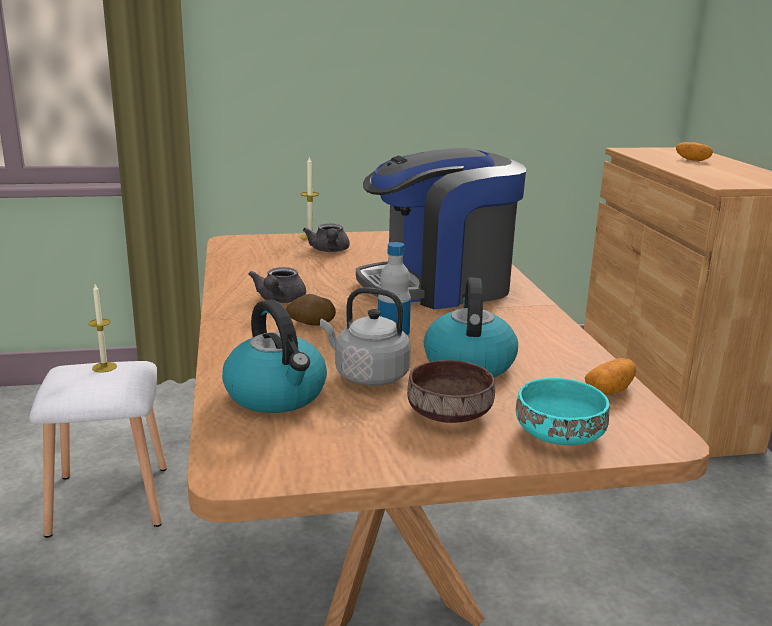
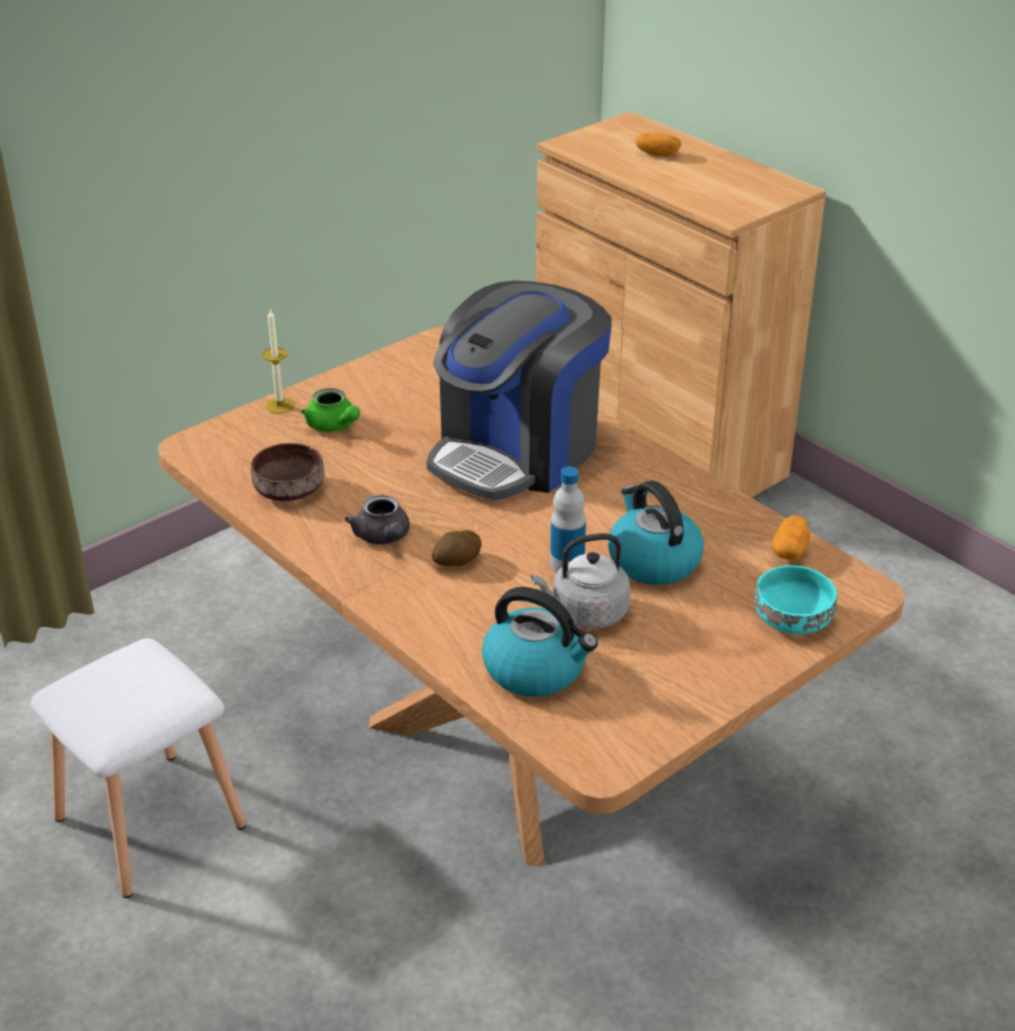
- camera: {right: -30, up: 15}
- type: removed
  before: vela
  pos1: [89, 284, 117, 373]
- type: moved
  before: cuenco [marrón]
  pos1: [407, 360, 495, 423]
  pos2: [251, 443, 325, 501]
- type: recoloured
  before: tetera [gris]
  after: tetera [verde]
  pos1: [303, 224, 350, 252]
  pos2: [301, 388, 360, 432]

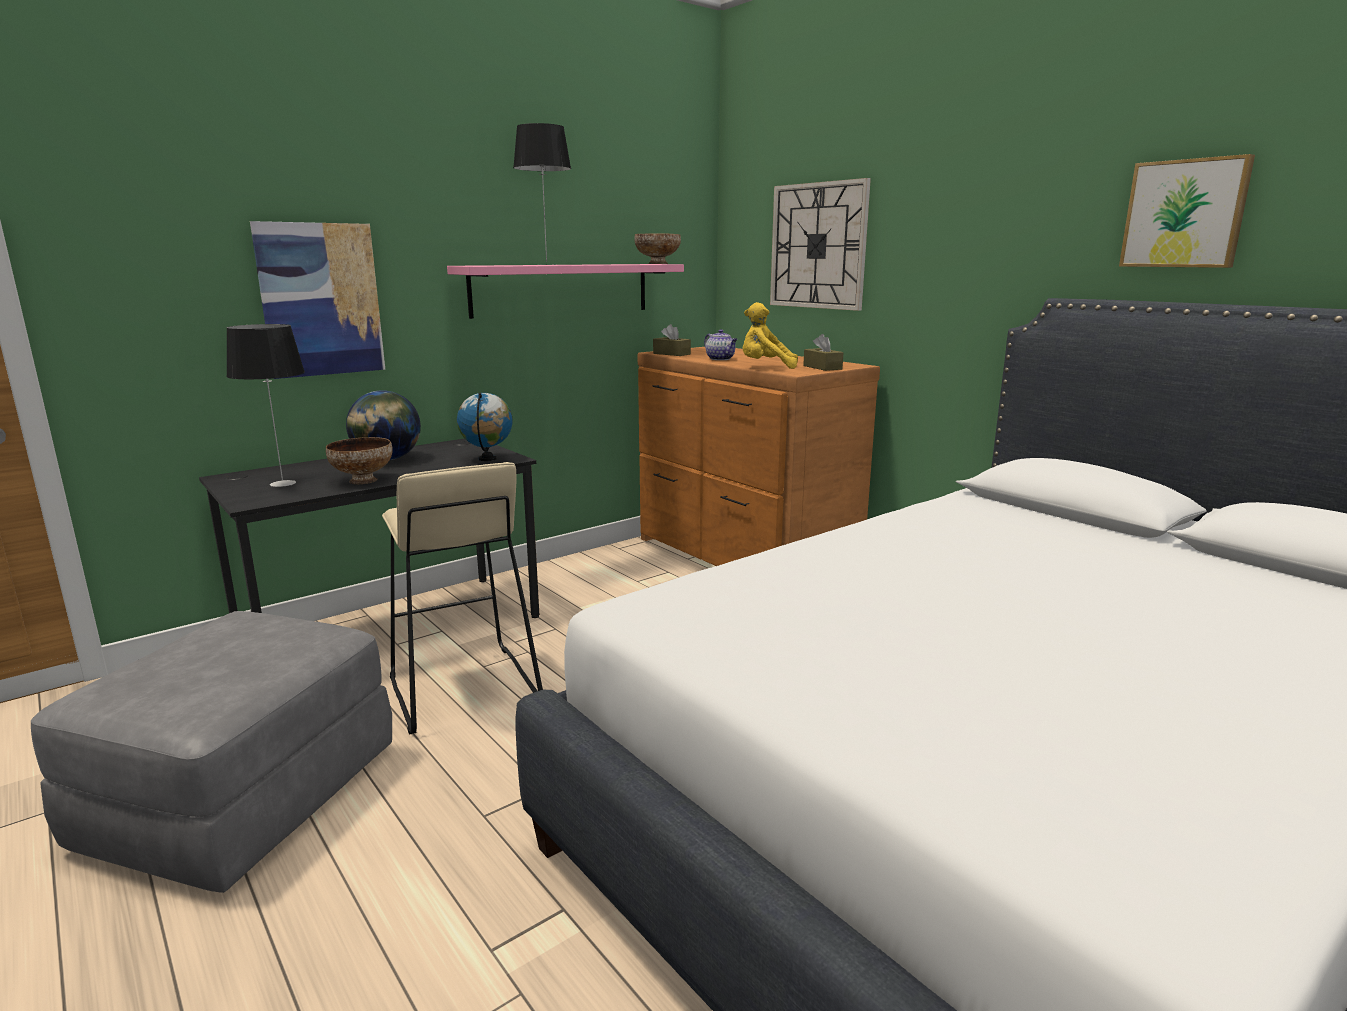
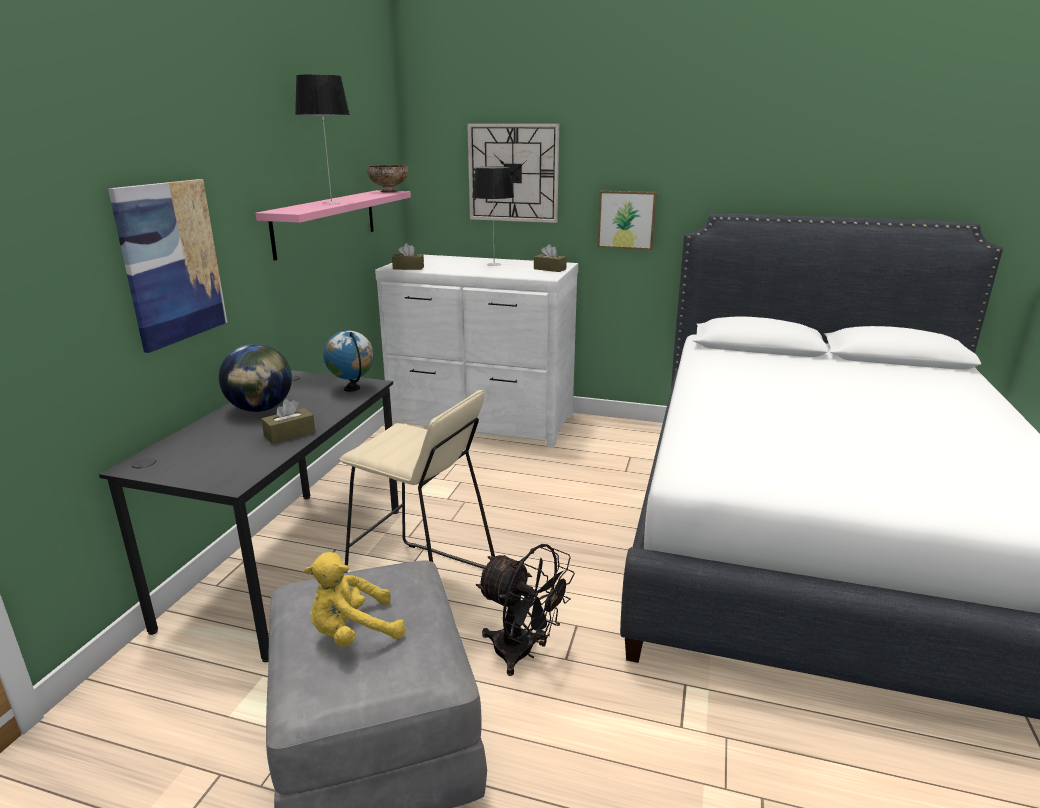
- camera: {right: -35, up: 5}
- type: removed
  before: tetera
  pos1: [704, 329, 738, 360]
- type: added
  after: ventilador [negro]
  pos2: [476, 544, 575, 676]
- type: moved
  before: lámpara de mesa
  pos1: [226, 324, 305, 487]
  pos2: [472, 166, 514, 266]
- type: moved
  before: peluche [amarillo]
  pos1: [743, 302, 798, 369]
  pos2: [304, 552, 405, 647]
- type: moved
  before: cuadro
  pos1: [1119, 154, 1255, 268]
  pos2: [597, 190, 657, 250]
- type: replaced
  before: cuenco
  after: caja de pañuelos [marrón]
  pos1: [326, 437, 393, 484]
  pos2: [261, 399, 315, 444]
- type: recoloured
  before: cómoda [marrón]
  after: cómoda [blanco]
  pos1: [638, 347, 880, 566]
  pos2: [375, 255, 578, 448]

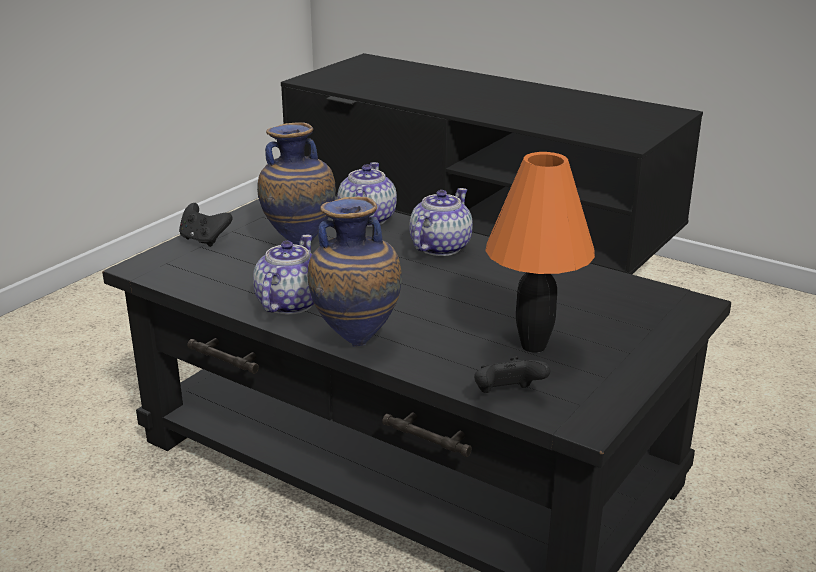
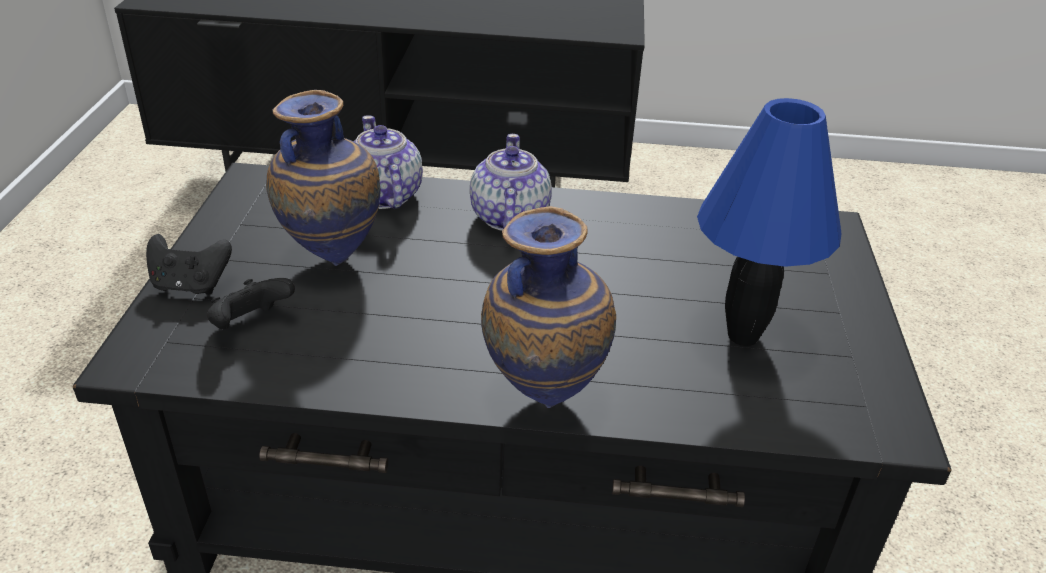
- camera: {right: -30, up: 10}
- type: removed
  before: tetera
  pos1: [253, 235, 314, 314]
- type: moved
  before: mando de consola [negro]
  pos1: [474, 357, 550, 393]
  pos2: [207, 278, 295, 329]
- type: recoloured
  before: lámpara de mesa [naranja]
  after: lámpara de mesa [azul]
  pos1: [485, 152, 595, 353]
  pos2: [697, 98, 842, 346]

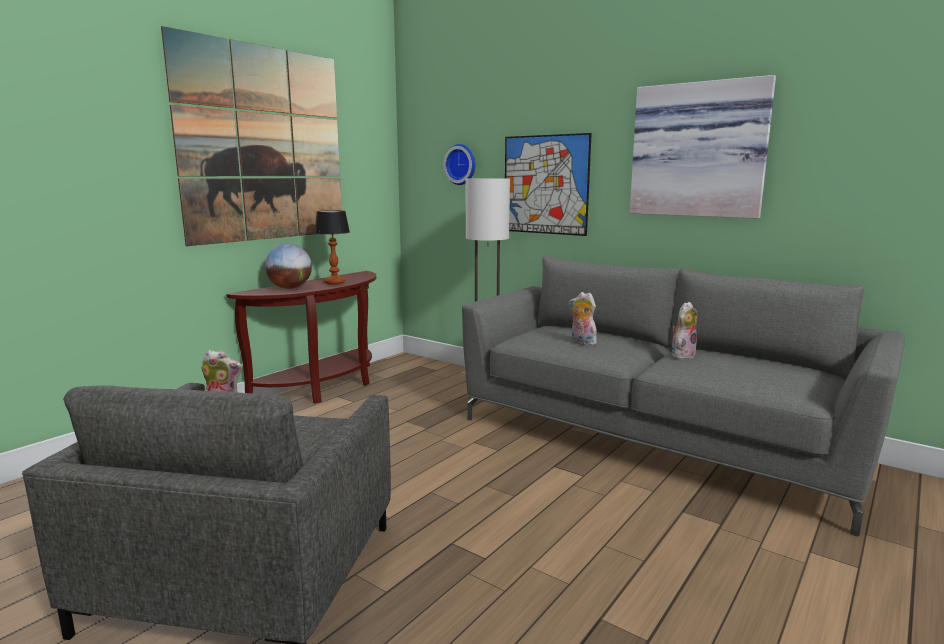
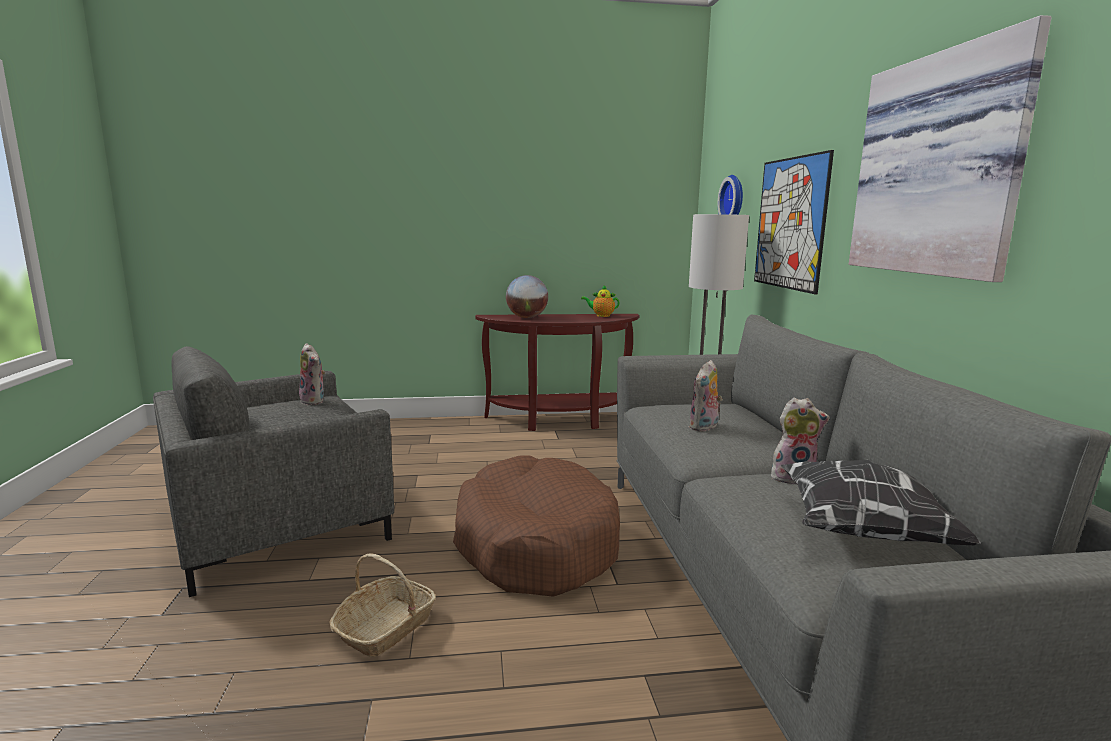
- camera: {right: 45, up: 0}
- type: removed
  before: cuadro
  pos1: [161, 26, 342, 246]
- type: removed
  before: lámpara de mesa
  pos1: [314, 210, 350, 284]
- type: added
  after: cesta
  pos2: [329, 553, 436, 657]
- type: added
  after: cama para perro [marrón]
  pos2: [453, 455, 620, 597]
- type: added
  after: tetera
  pos2: [581, 285, 620, 317]
- type: added
  after: cojín
  pos2: [781, 460, 981, 545]
- type: turned
  before: peluche
  pos1: [569, 292, 597, 345]
  pos2: [689, 360, 723, 432]
  turn: -135

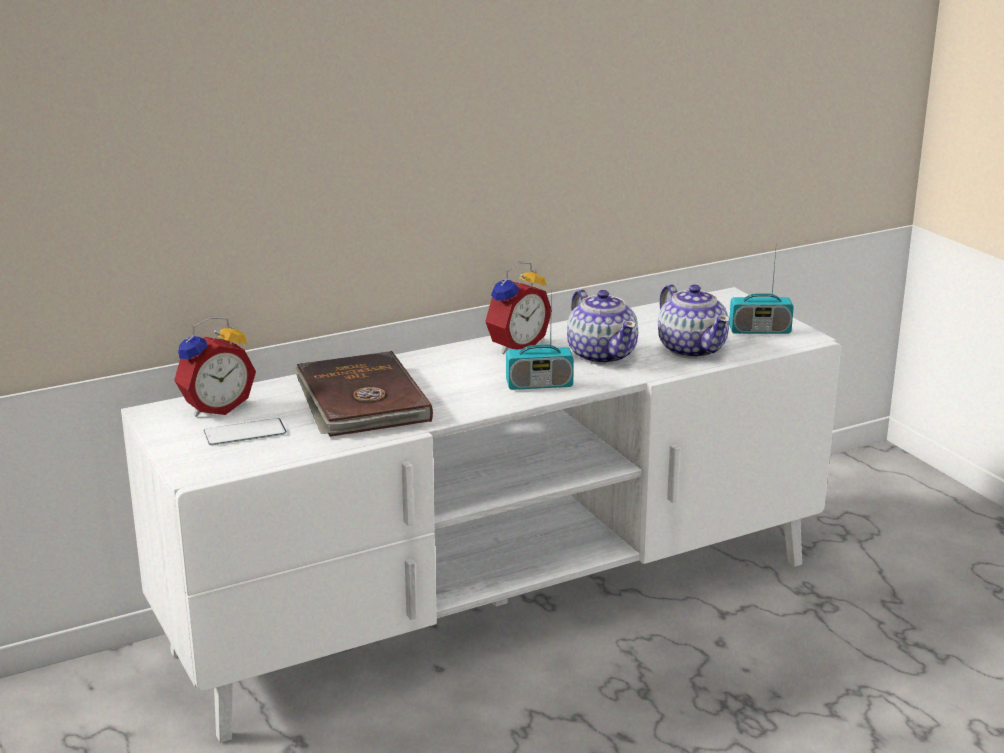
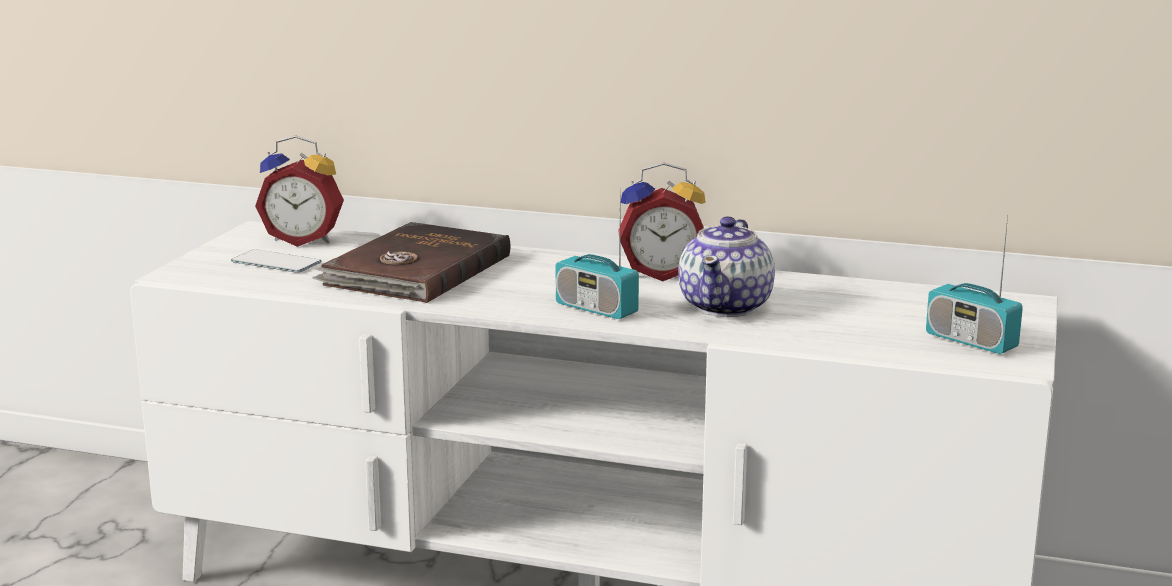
- camera: {right: 45, up: -5}
- type: removed
  before: tetera
  pos1: [658, 284, 730, 359]

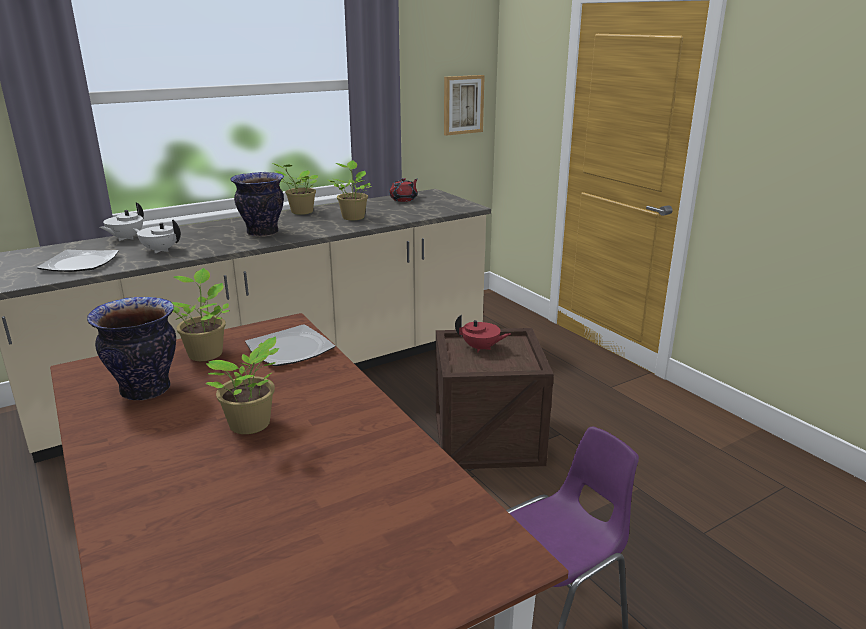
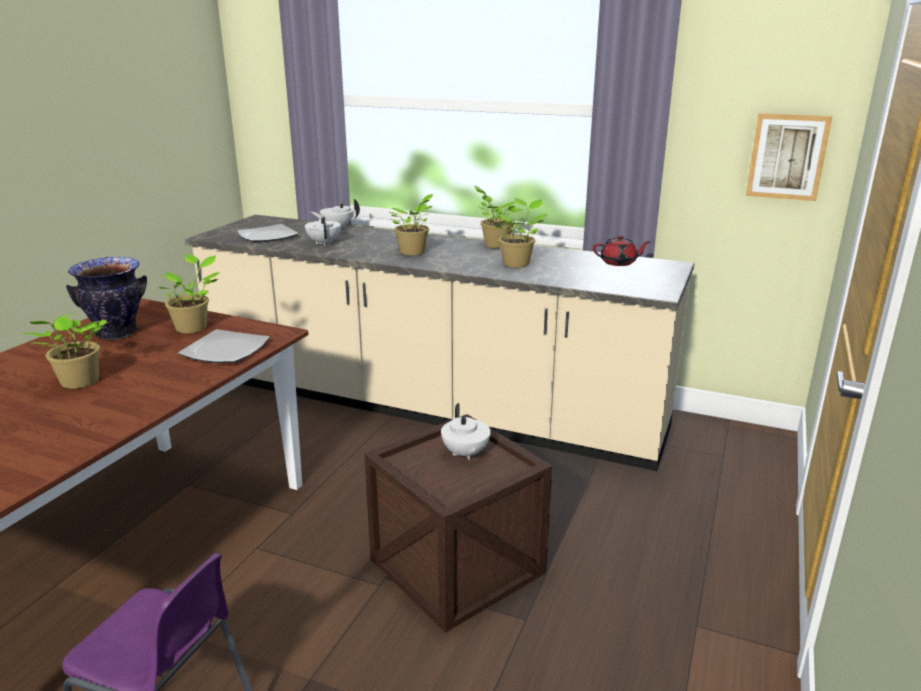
- camera: {right: 55, up: 0}
- type: replaced
  before: florero
  after: planta en maceta
  pos1: [230, 172, 284, 237]
  pos2: [390, 194, 433, 256]
- type: recoloured
  before: tetera [rojo]
  after: tetera [blanco]
  pos1: [455, 314, 510, 353]
  pos2: [441, 403, 491, 460]

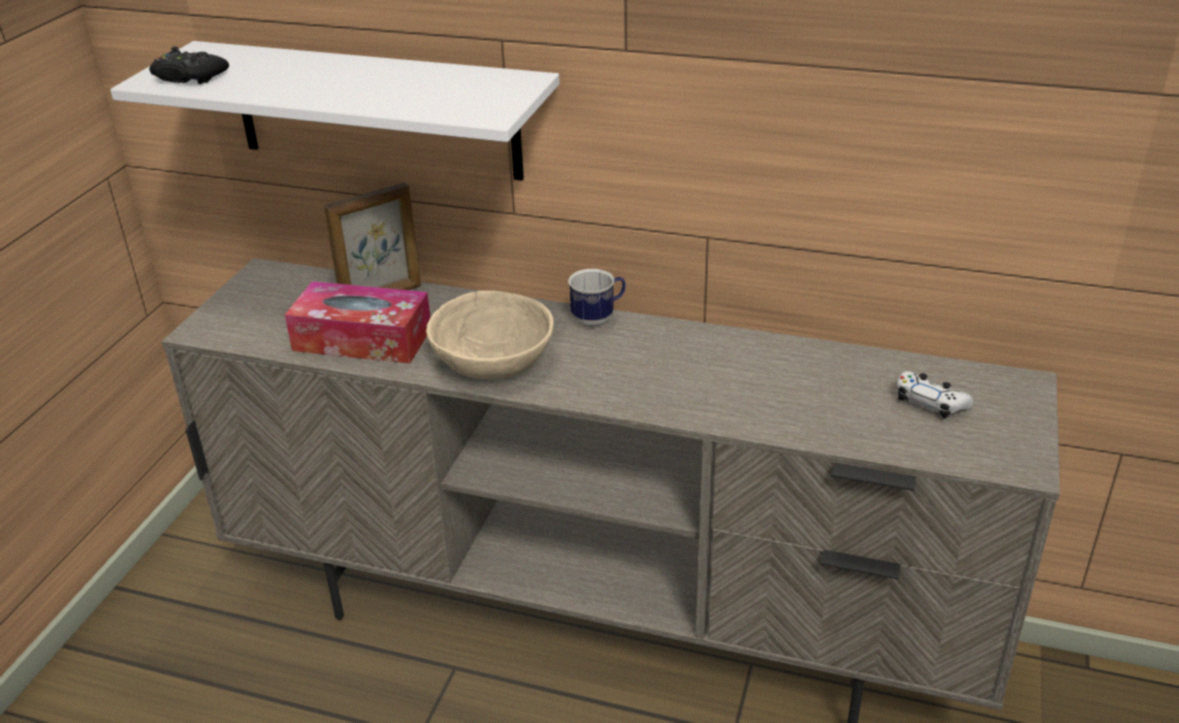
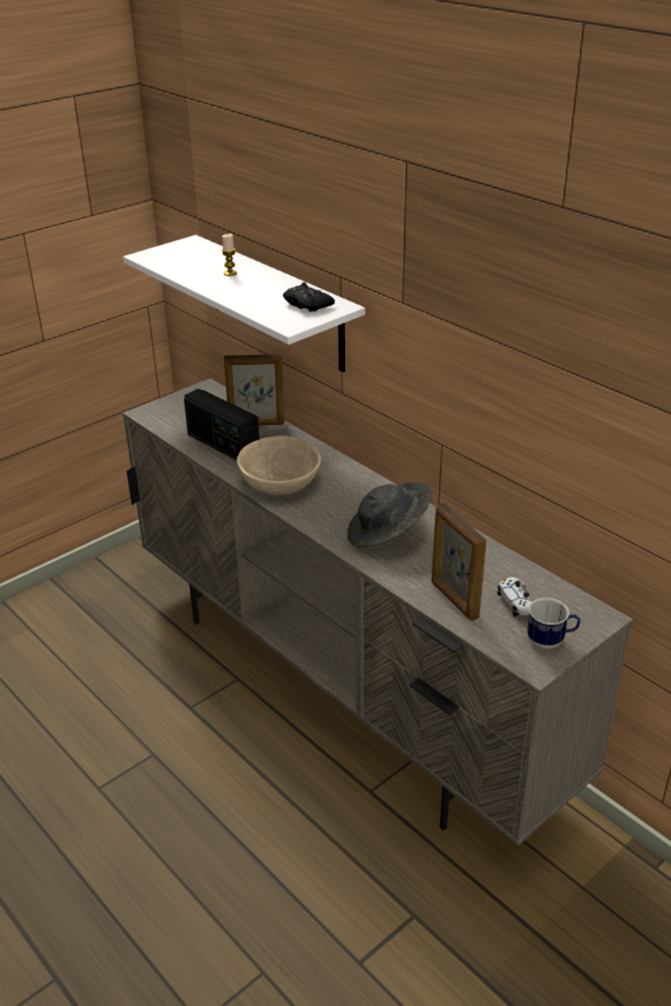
- camera: {right: 30, up: 0}
- type: added
  after: vela
  pos2: [222, 234, 237, 276]
- type: added
  after: sombrero [gris]
  pos2: [347, 482, 432, 547]
- type: added
  after: portarretratos
  pos2: [431, 503, 486, 621]
- type: moved
  before: mando de consola [negro]
  pos1: [149, 46, 229, 84]
  pos2: [283, 282, 335, 312]
- type: moved
  before: taza grande
  pos1: [568, 269, 626, 327]
  pos2: [527, 598, 581, 649]
- type: replaced
  before: caja de pañuelos
  after: radio
  pos1: [285, 281, 431, 364]
  pos2: [184, 389, 259, 460]

